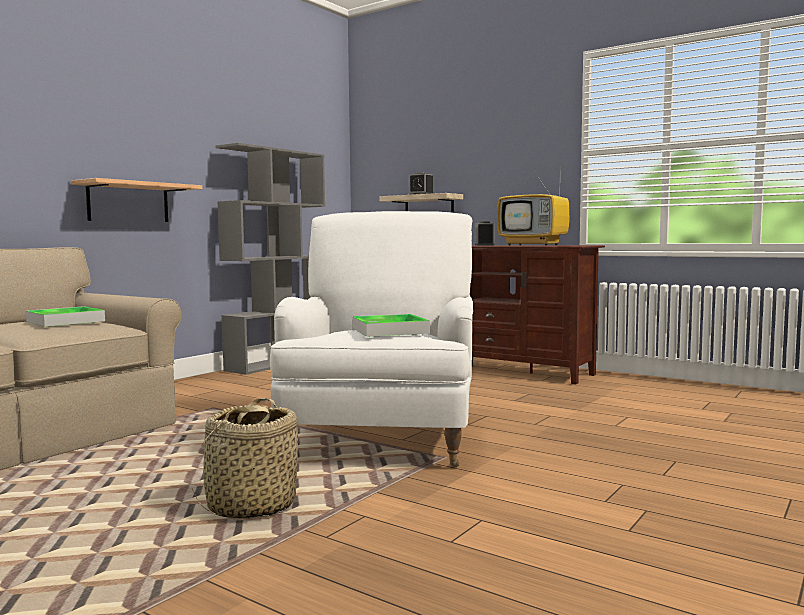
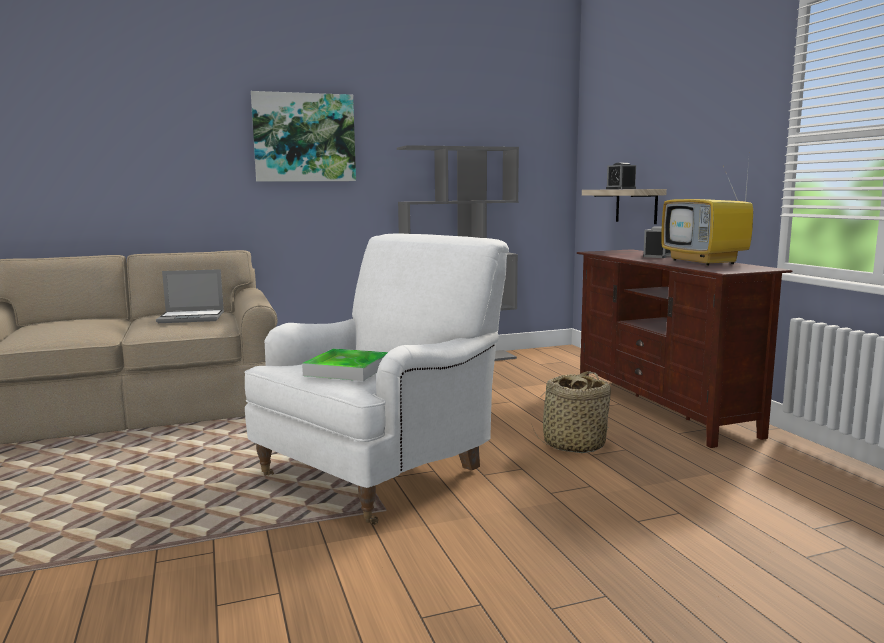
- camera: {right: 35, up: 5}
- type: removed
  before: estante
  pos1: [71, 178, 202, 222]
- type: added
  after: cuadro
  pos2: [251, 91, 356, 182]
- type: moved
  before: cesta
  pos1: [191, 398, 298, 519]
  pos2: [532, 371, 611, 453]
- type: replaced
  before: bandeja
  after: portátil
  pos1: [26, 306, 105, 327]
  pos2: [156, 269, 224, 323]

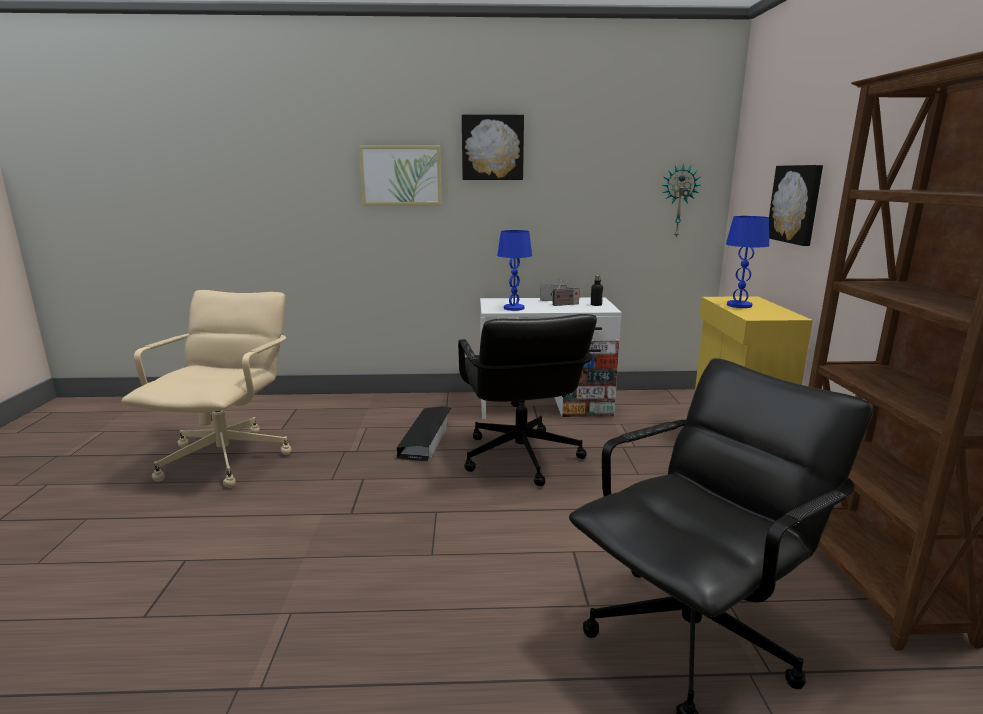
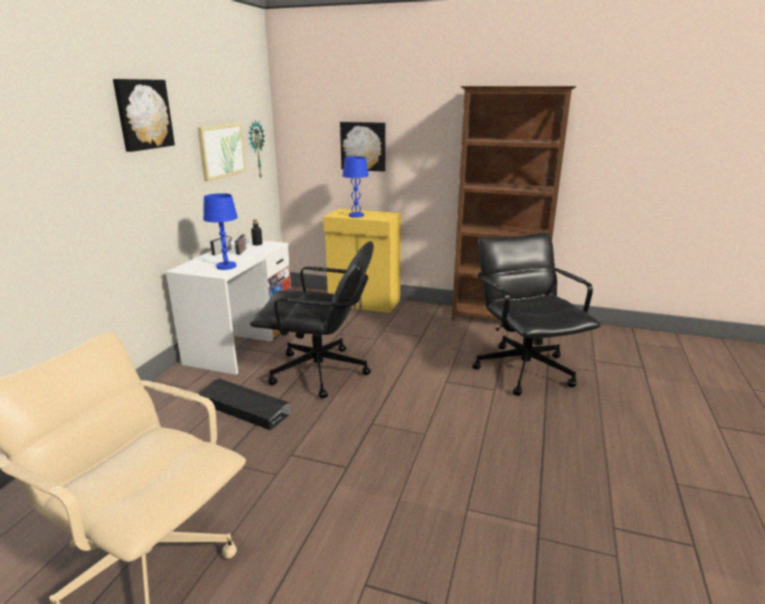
- camera: {right: -70, up: 5}
- type: moved
  before: cuadro
  pos1: [359, 145, 442, 205]
  pos2: [197, 123, 246, 181]

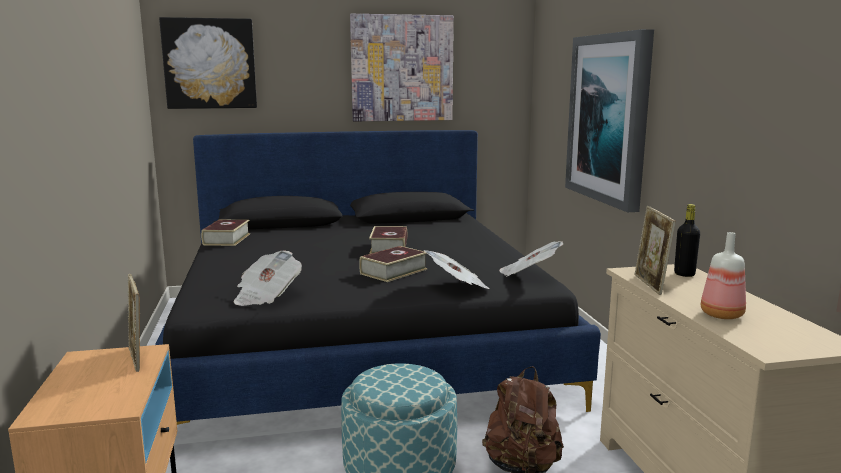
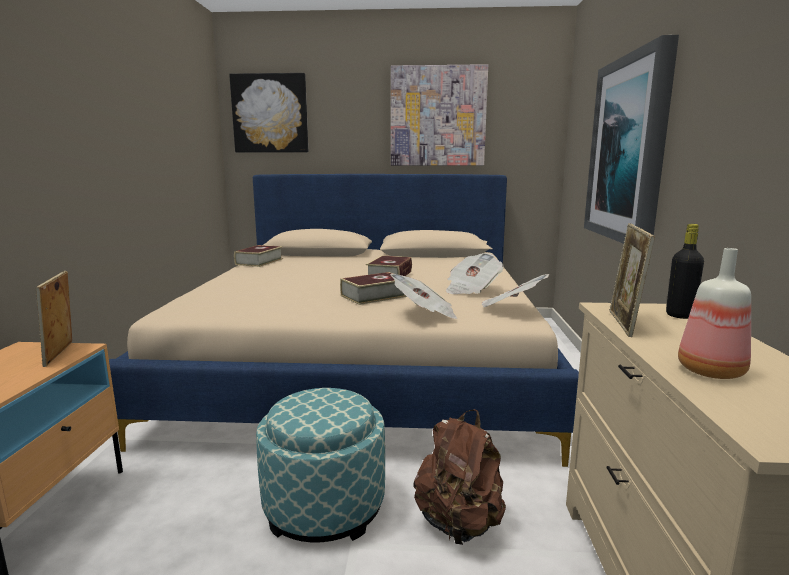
- camera: {right: 15, up: 0}
- type: moved
  before: periódico
  pos1: [233, 251, 302, 306]
  pos2: [446, 253, 504, 294]
- type: recoloured
  before: cama [negro]
  after: cama [beis]
  pos1: [155, 130, 601, 425]
  pos2: [109, 174, 579, 467]

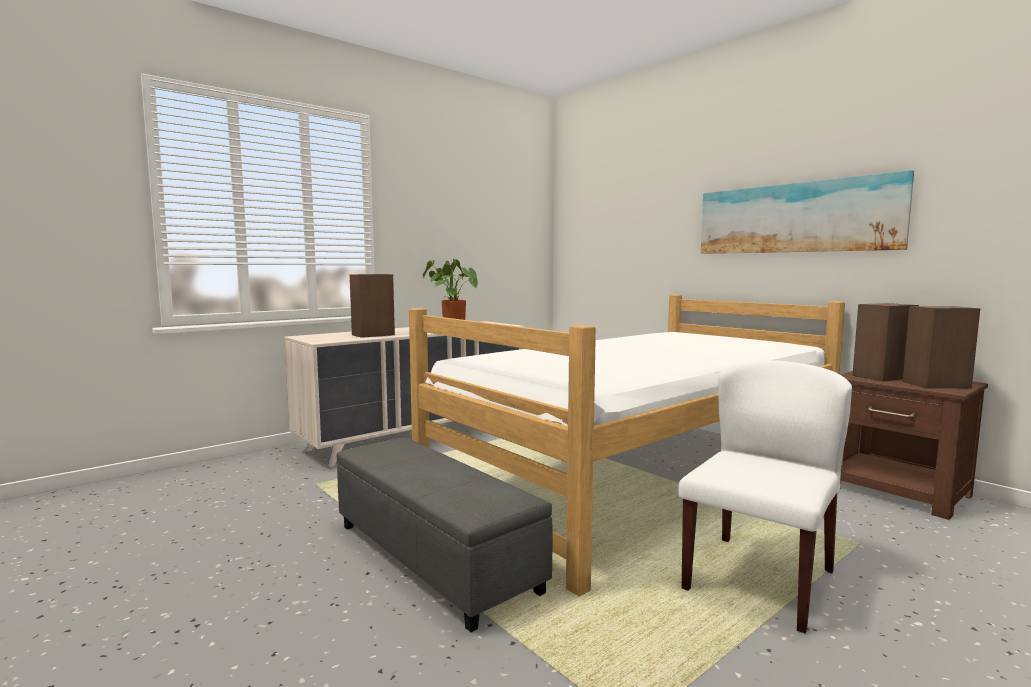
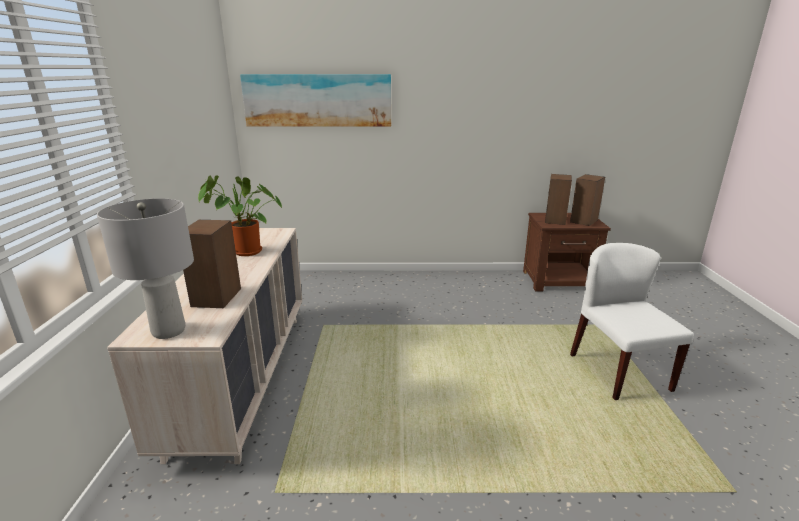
- camera: {right: -50, up: 15}
- type: removed
  before: puf [gris]
  pos1: [337, 437, 552, 632]
- type: removed
  before: cama
  pos1: [409, 295, 845, 596]
- type: added
  after: lámpara de mesa [gris]
  pos2: [97, 198, 194, 339]
- type: moved
  before: cuadro
  pos1: [701, 170, 914, 254]
  pos2: [240, 74, 391, 127]

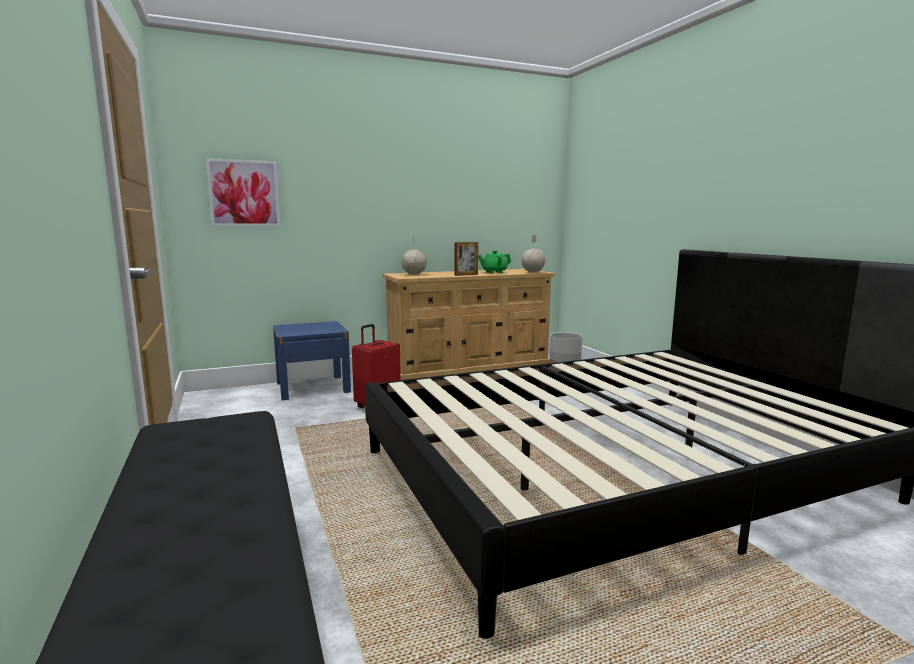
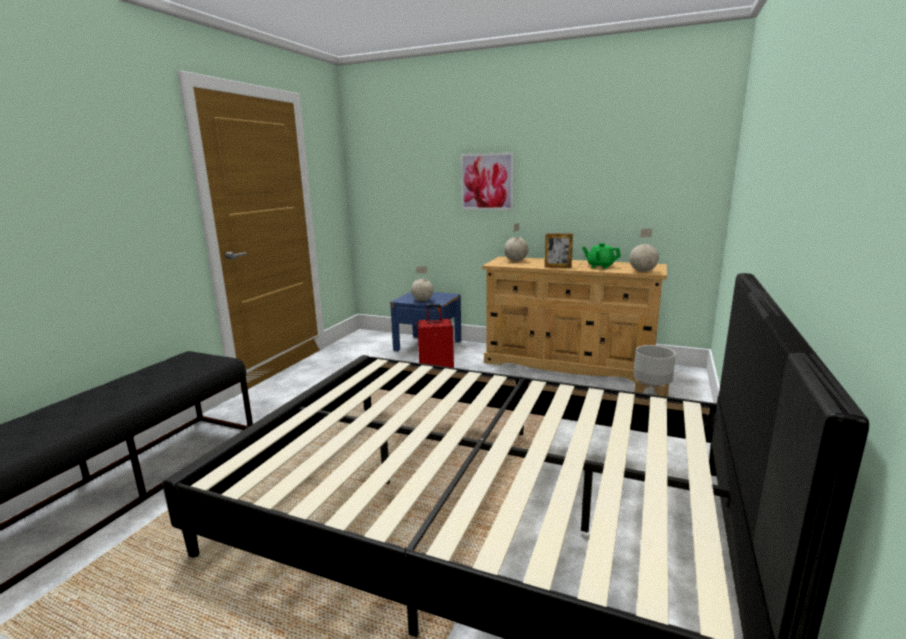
- camera: {right: 45, up: 5}
- type: added
  after: globo terráqueo
  pos2: [411, 266, 434, 301]
- type: moved
  before: cuadro
  pos1: [206, 158, 280, 227]
  pos2: [460, 152, 514, 210]

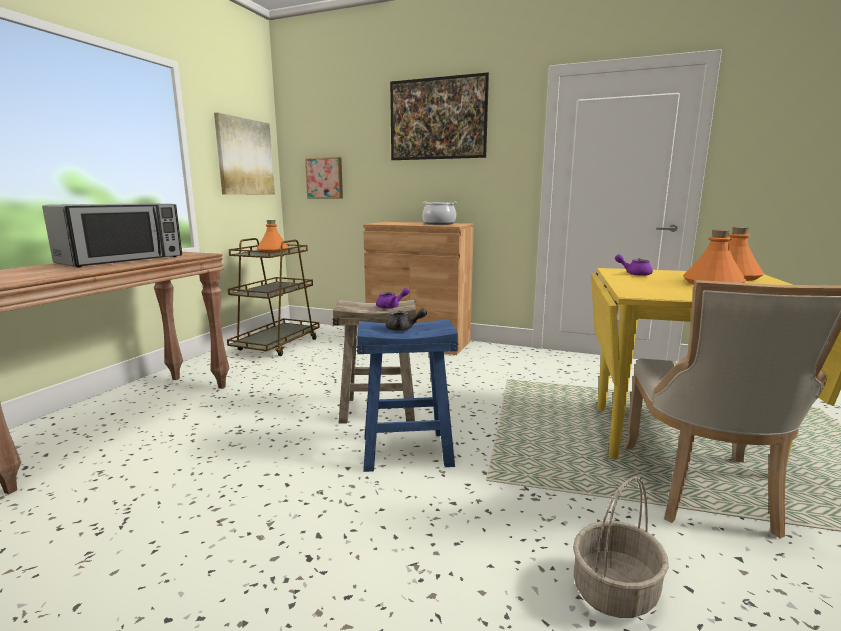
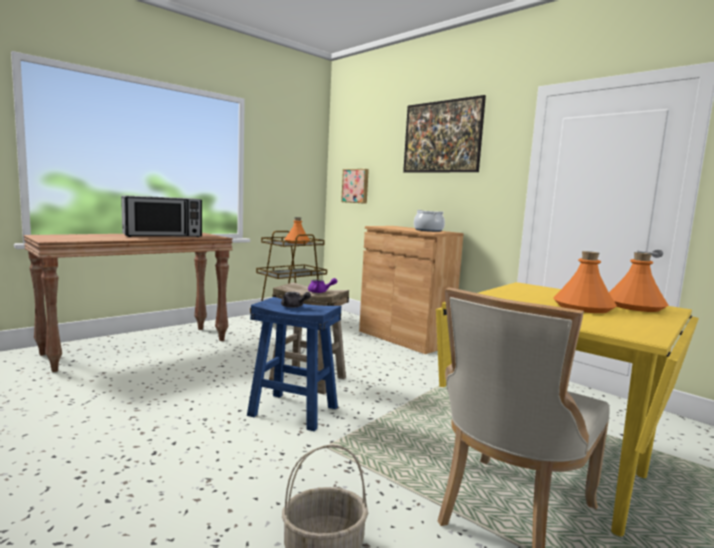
- camera: {right: 25, up: -5}
- type: removed
  before: cuadro
  pos1: [214, 113, 275, 195]
- type: removed
  before: tetera [morado]
  pos1: [615, 254, 653, 276]

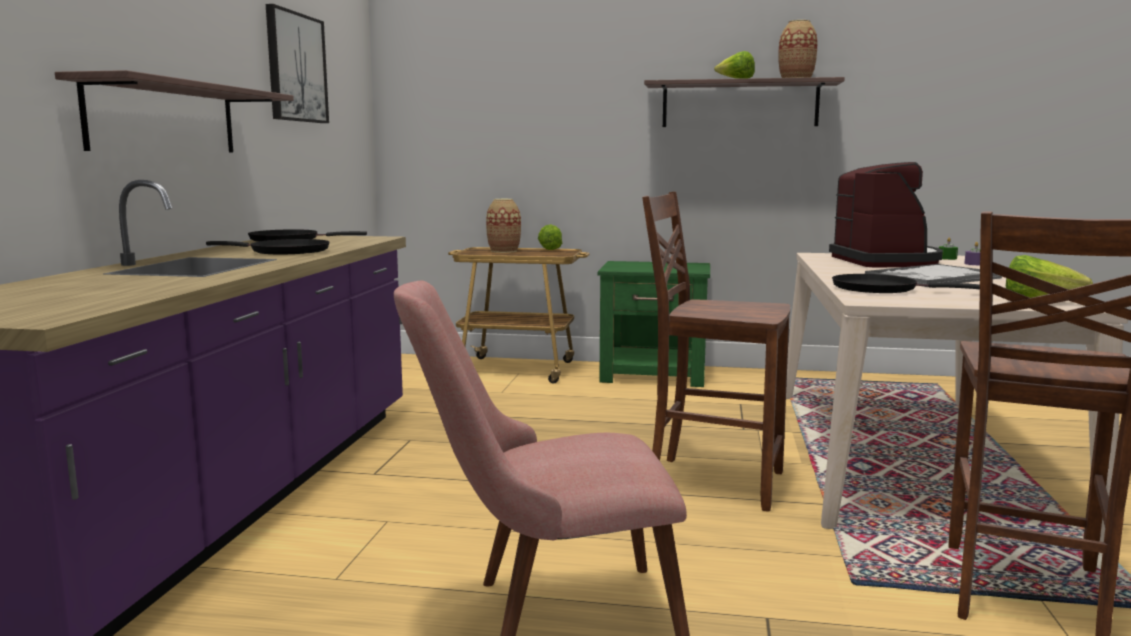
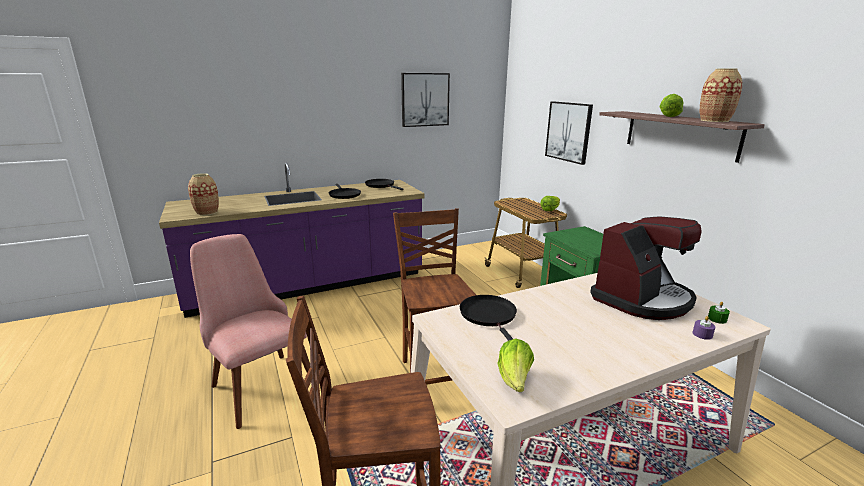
- camera: {right: 55, up: 10}
- type: removed
  before: estante
  pos1: [55, 70, 294, 153]
- type: removed
  before: bandeja
  pos1: [865, 264, 1002, 287]
- type: added
  after: cuadro
  pos2: [545, 101, 593, 165]
- type: moved
  before: florero
  pos1: [486, 199, 521, 253]
  pos2: [188, 173, 219, 216]

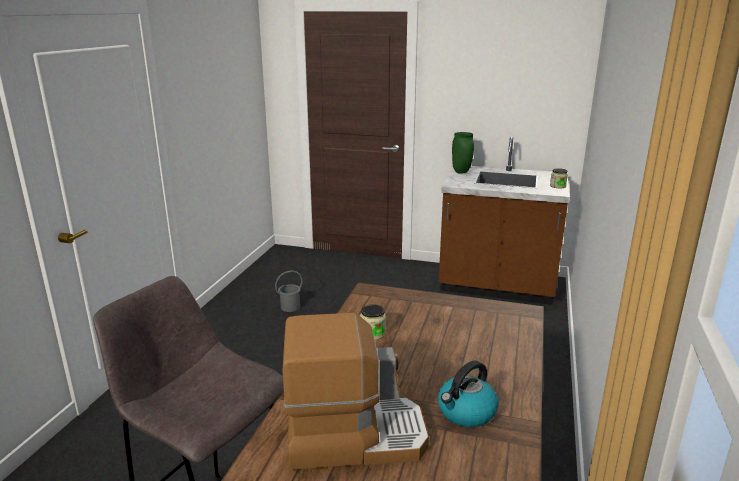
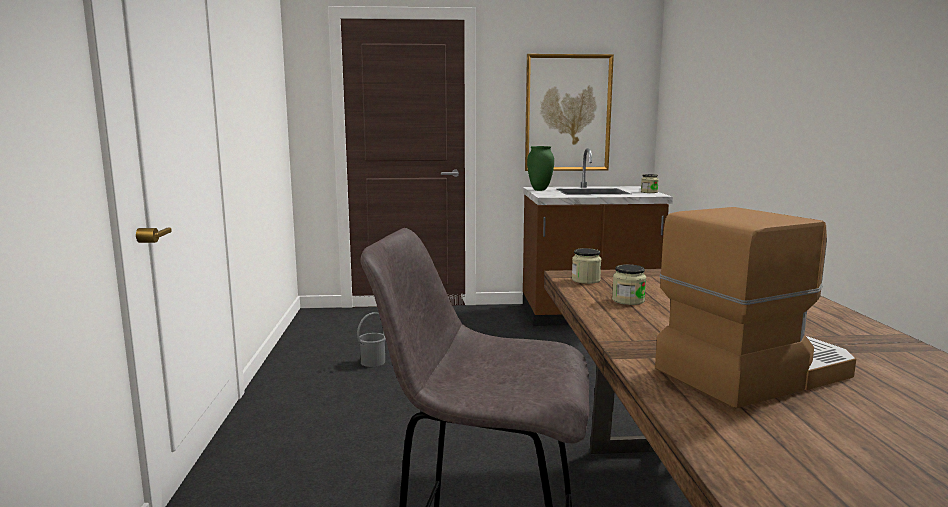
- camera: {right: -20, up: -10}
- type: removed
  before: hervidor
  pos1: [438, 361, 498, 427]
- type: added
  after: cuadro
  pos2: [525, 54, 614, 171]
- type: added
  after: tarro
  pos2: [572, 248, 601, 284]

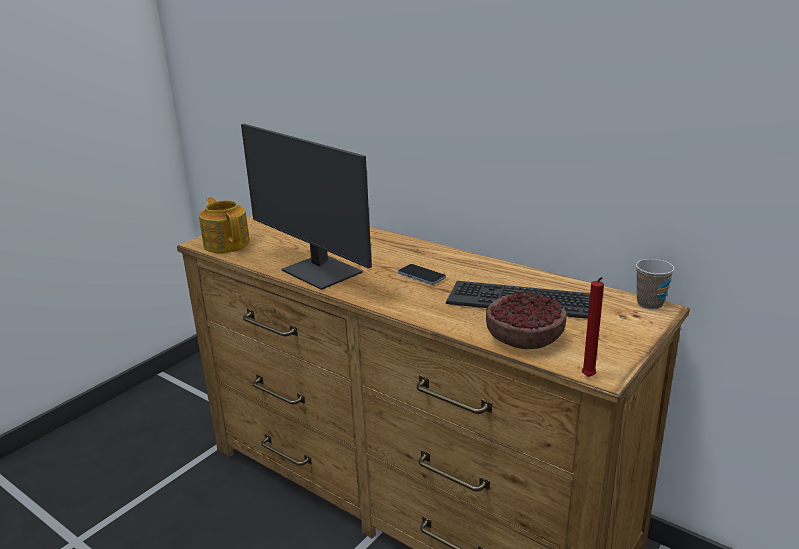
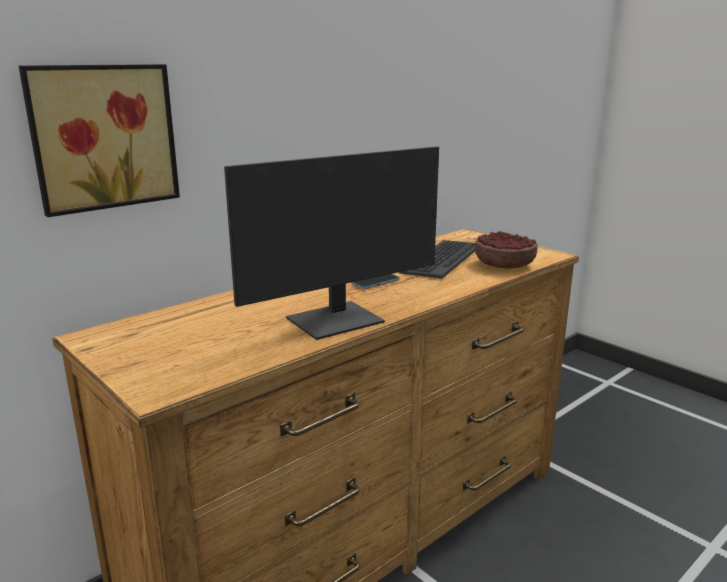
- camera: {right: -80, up: -5}
- type: removed
  before: tetera
  pos1: [199, 197, 250, 253]
- type: removed
  before: vela [rojo]
  pos1: [582, 277, 604, 377]
- type: removed
  before: taza
  pos1: [636, 259, 674, 309]
- type: added
  after: cuadro
  pos2: [19, 64, 180, 217]

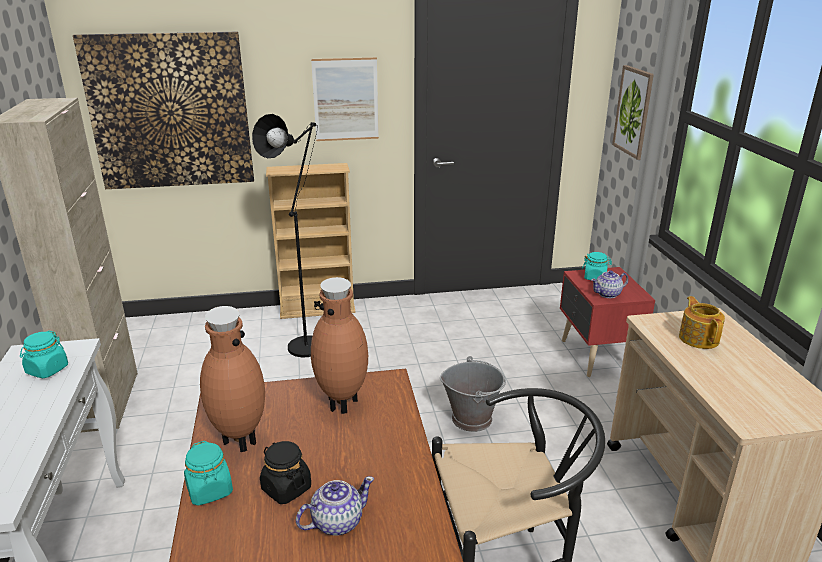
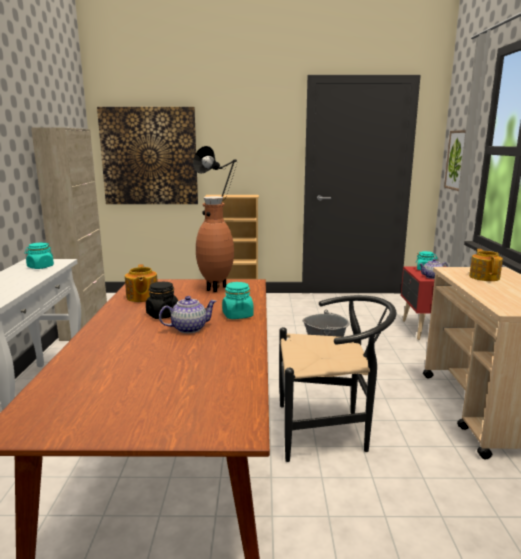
- camera: {right: 10, up: -10}
- type: removed
  before: cuadro
  pos1: [311, 57, 379, 141]
- type: moved
  before: tarro [turquesa]
  pos1: [184, 441, 233, 506]
  pos2: [222, 282, 254, 319]
- type: replaced
  before: florero [marrón]
  after: tetera
  pos1: [200, 306, 265, 452]
  pos2: [125, 264, 158, 302]

